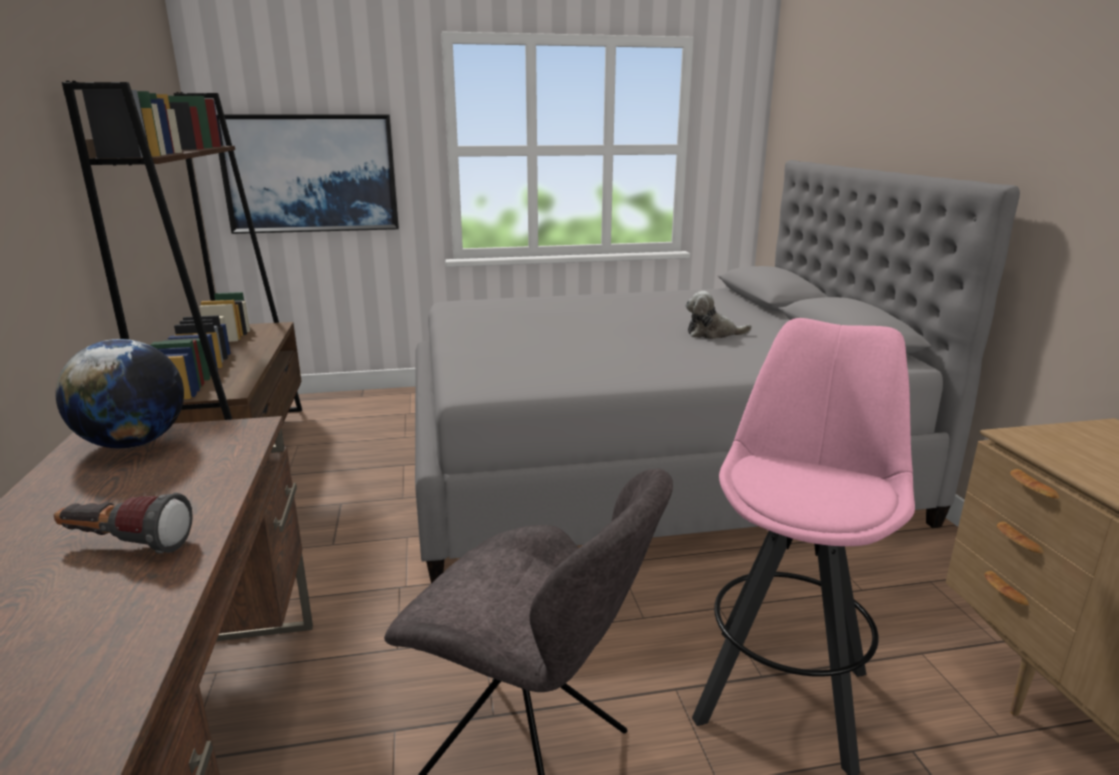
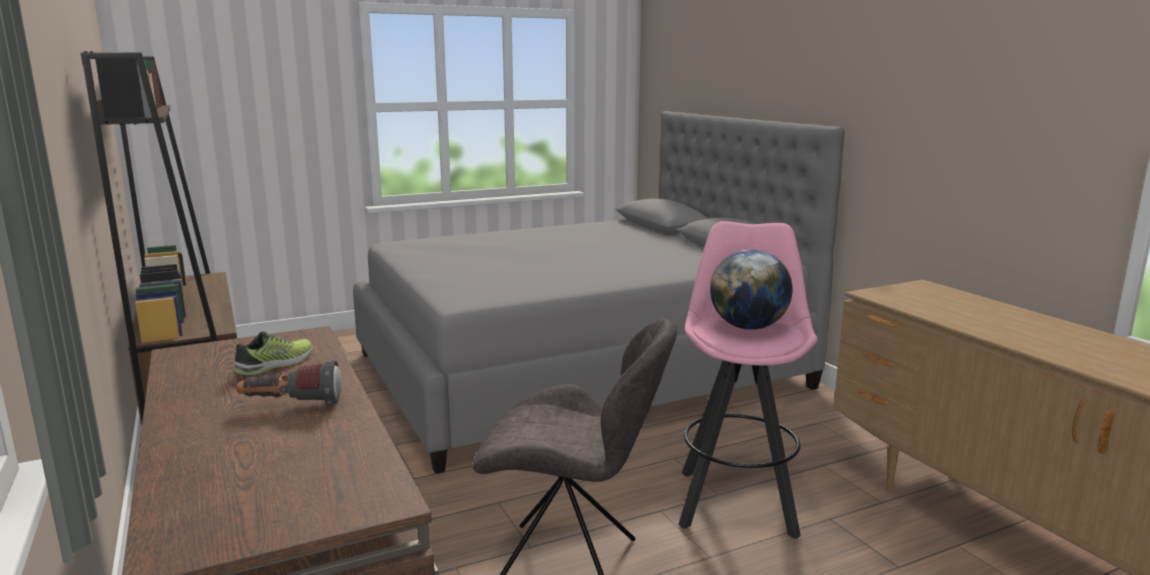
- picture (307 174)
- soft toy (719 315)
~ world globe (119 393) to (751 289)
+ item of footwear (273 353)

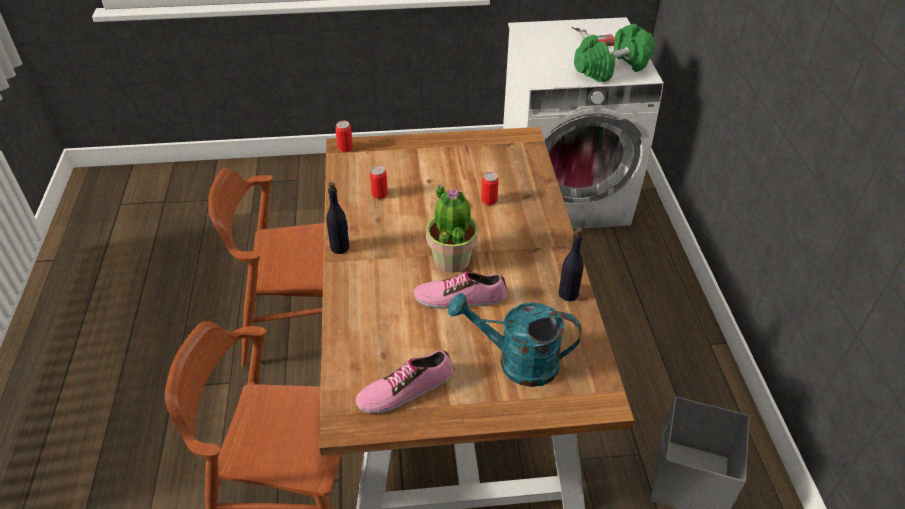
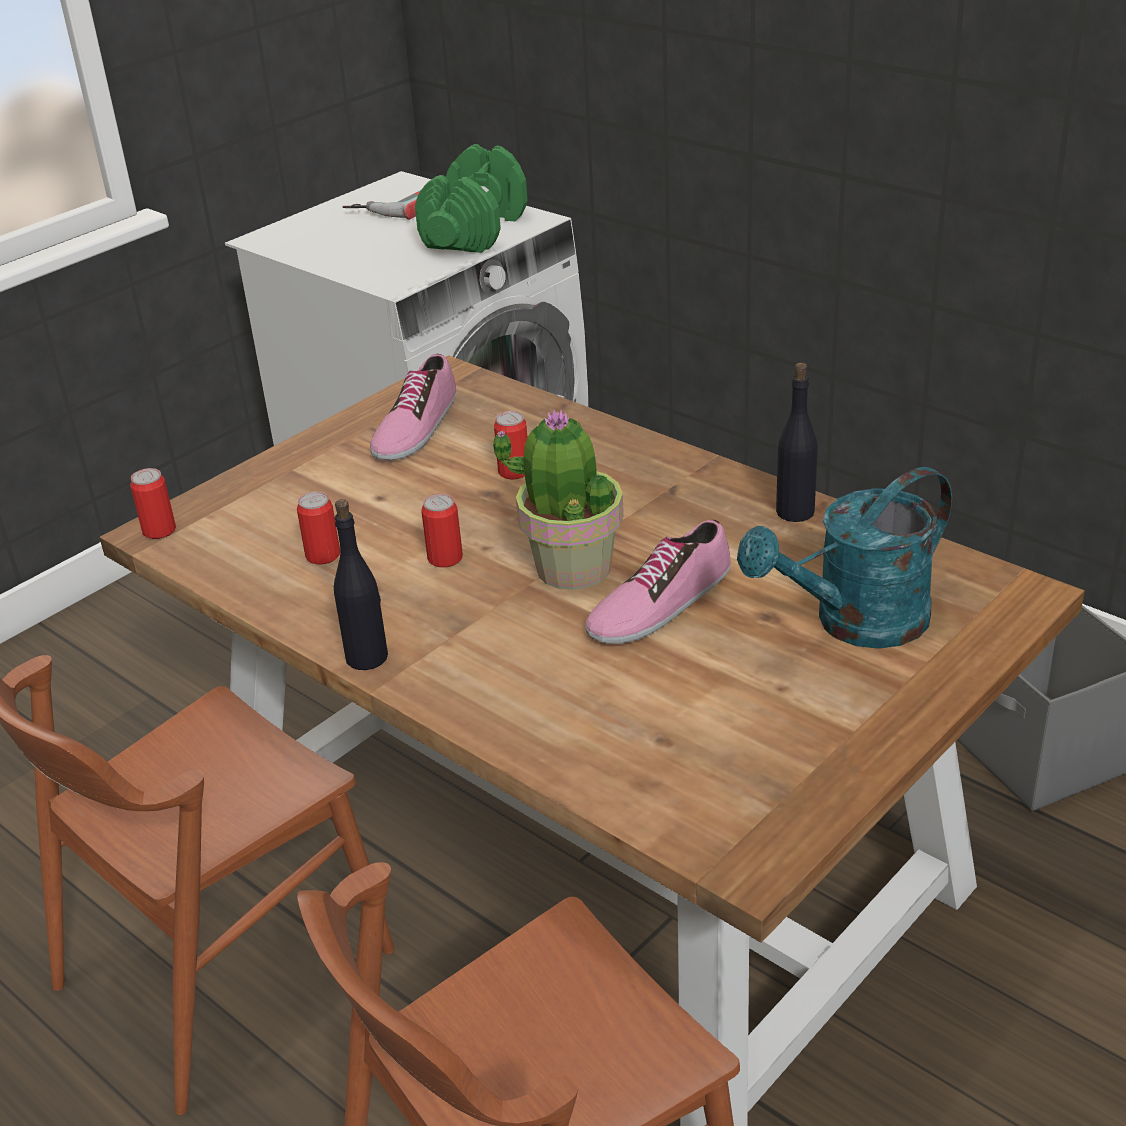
~ item of footwear (404 381) to (413 407)
+ metal can (442 530)

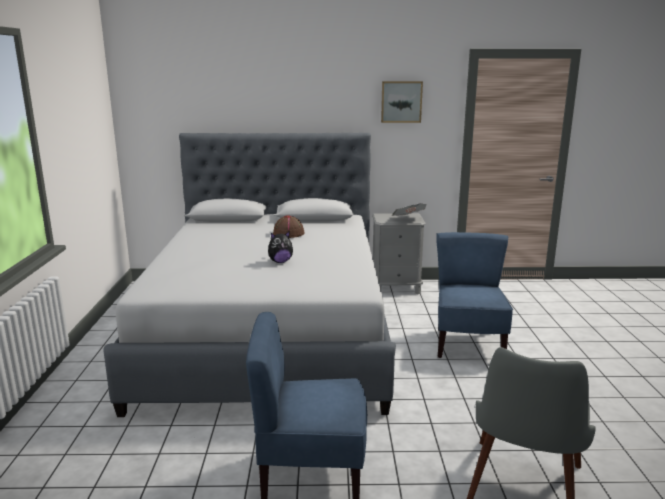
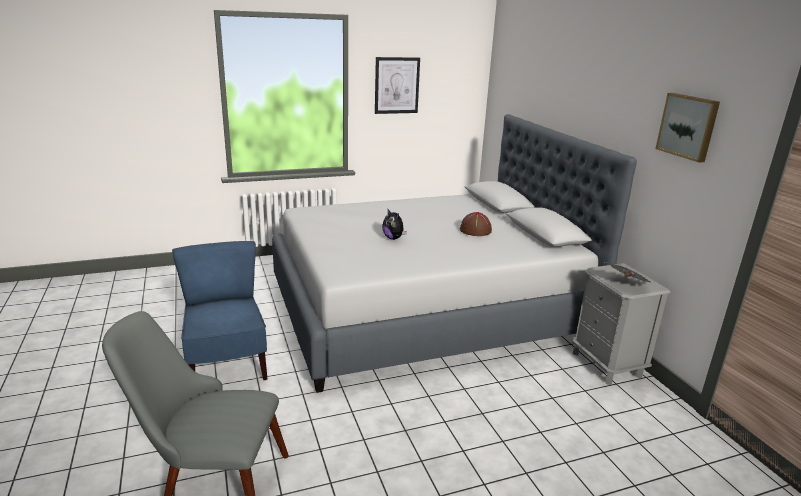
- plain chair (blue-coloured) (474 295)
+ picture (397 85)

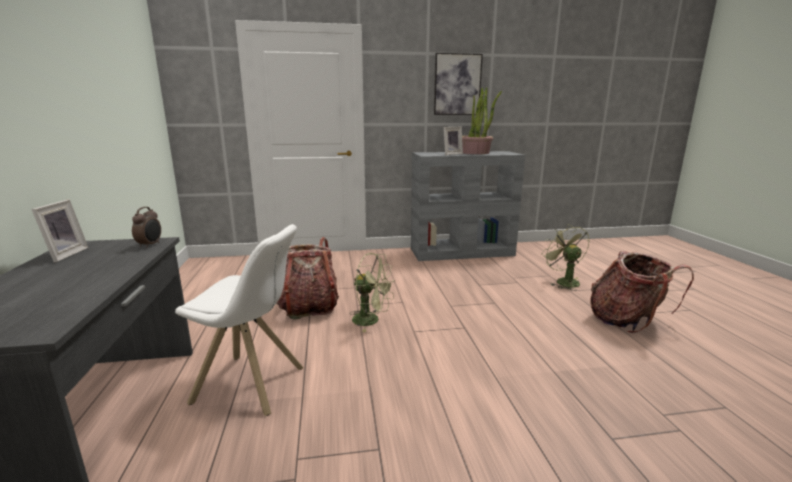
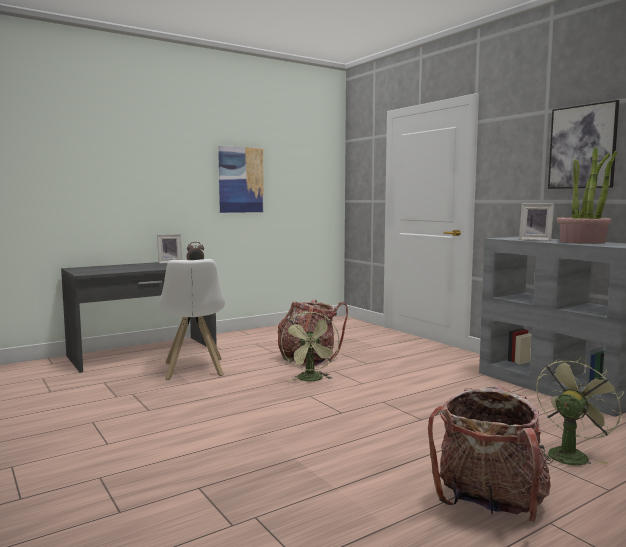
+ picture (241 179)

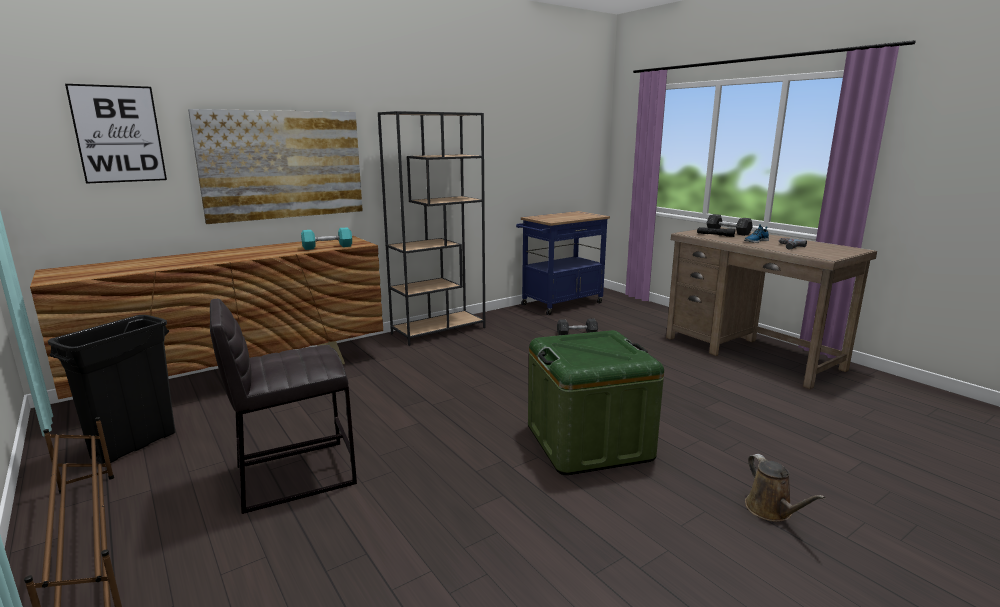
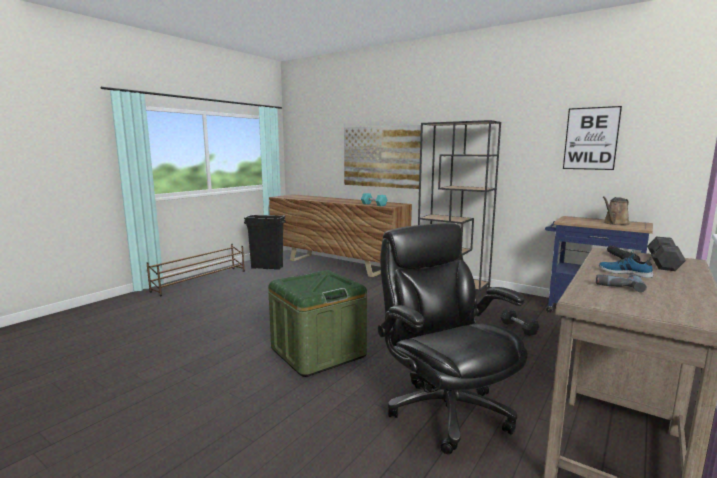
~ picture (116 134) to (592 138)
- stool seat (gray) (283 406)
~ watering can (brown) (785 488) to (616 210)
+ computer chair (blackish) (453 338)

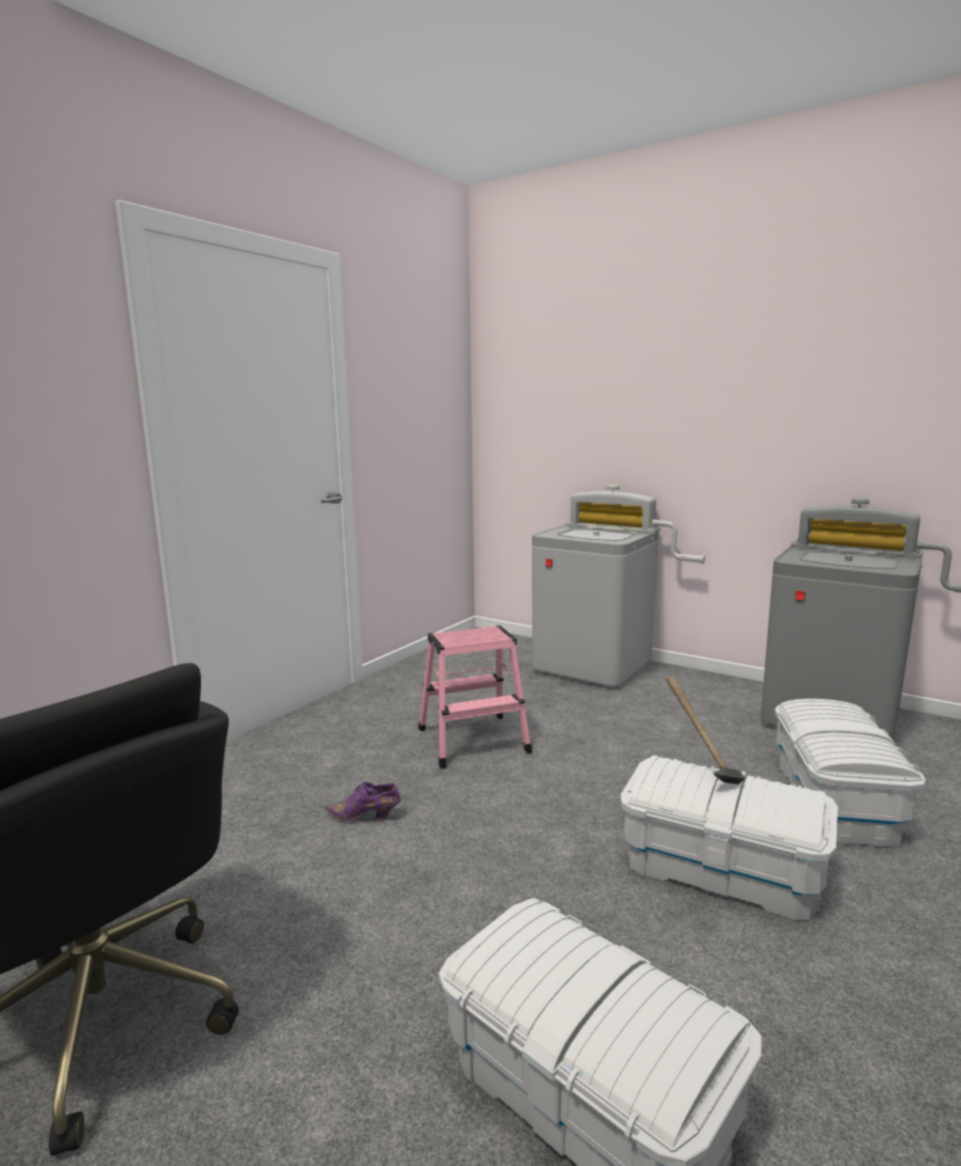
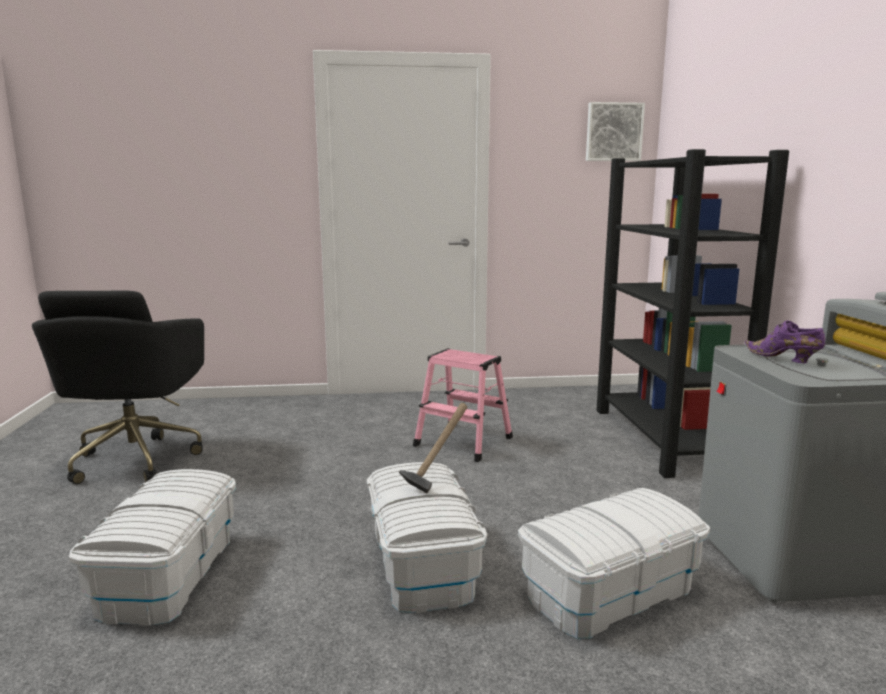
~ washing machine (gray) (618 586) to bookshelf (blackish) (692 313)
~ item of footwear (purple-coloured) (363 801) to (785 342)
+ picture (615 131)

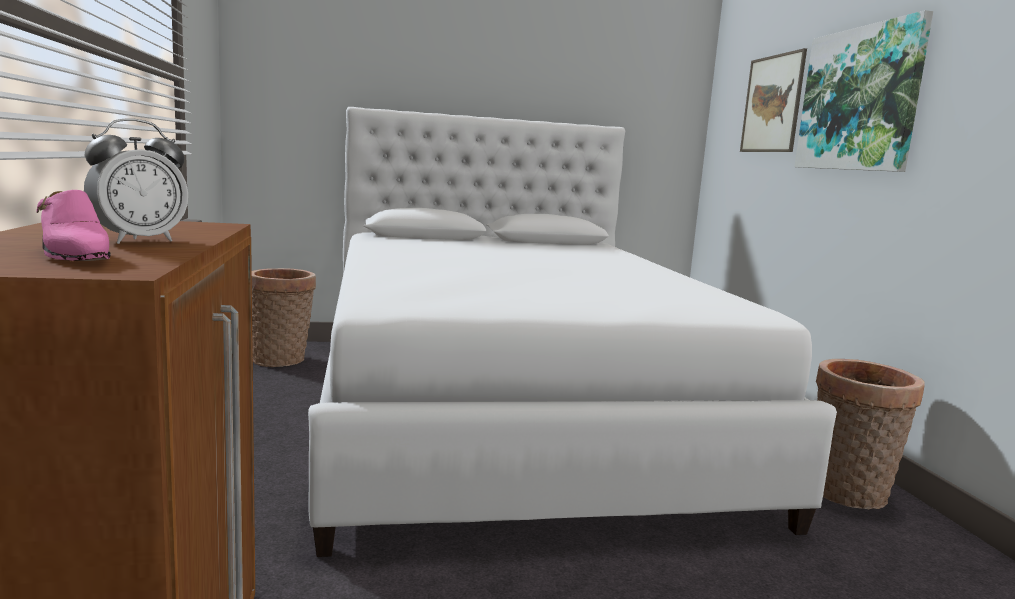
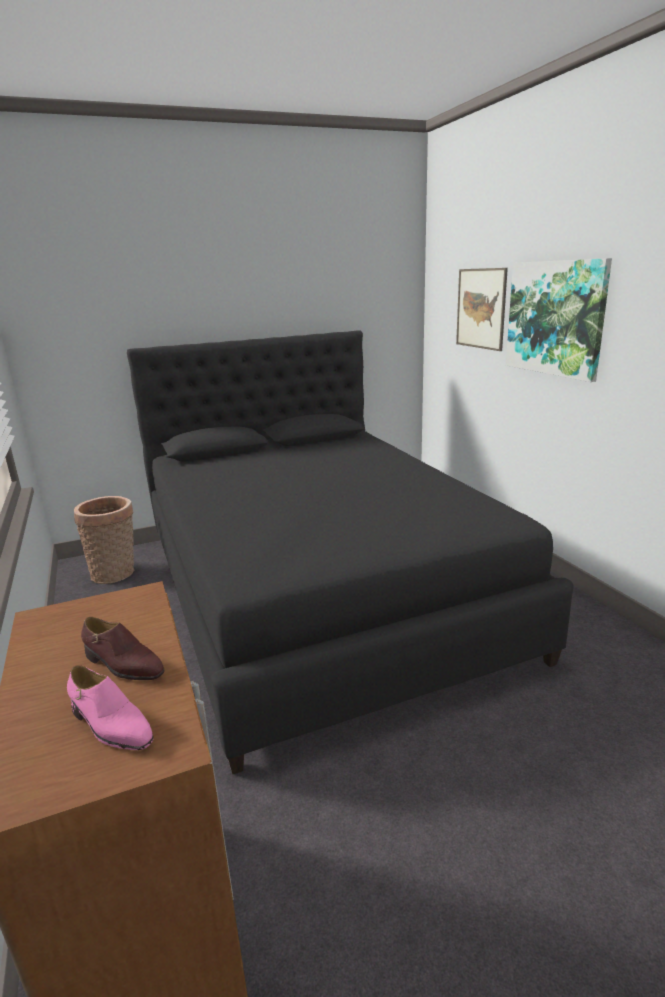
~ bed (white) (572 332) to bed (blackish) (350 552)
~ bedside clock (136 181) to item of footwear (brown) (123 648)
- household basket (870 434)

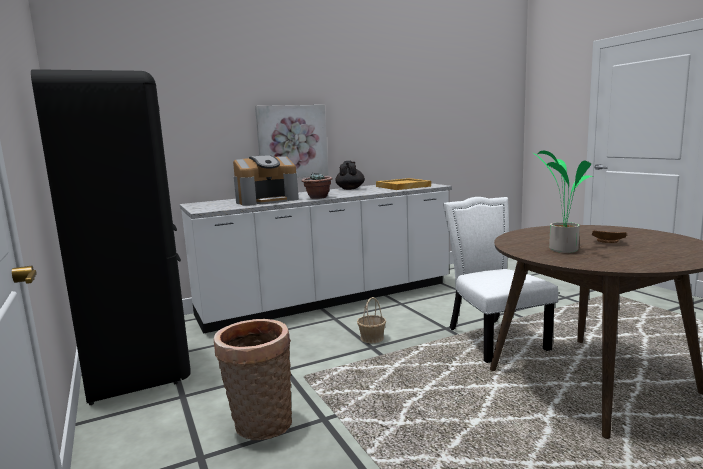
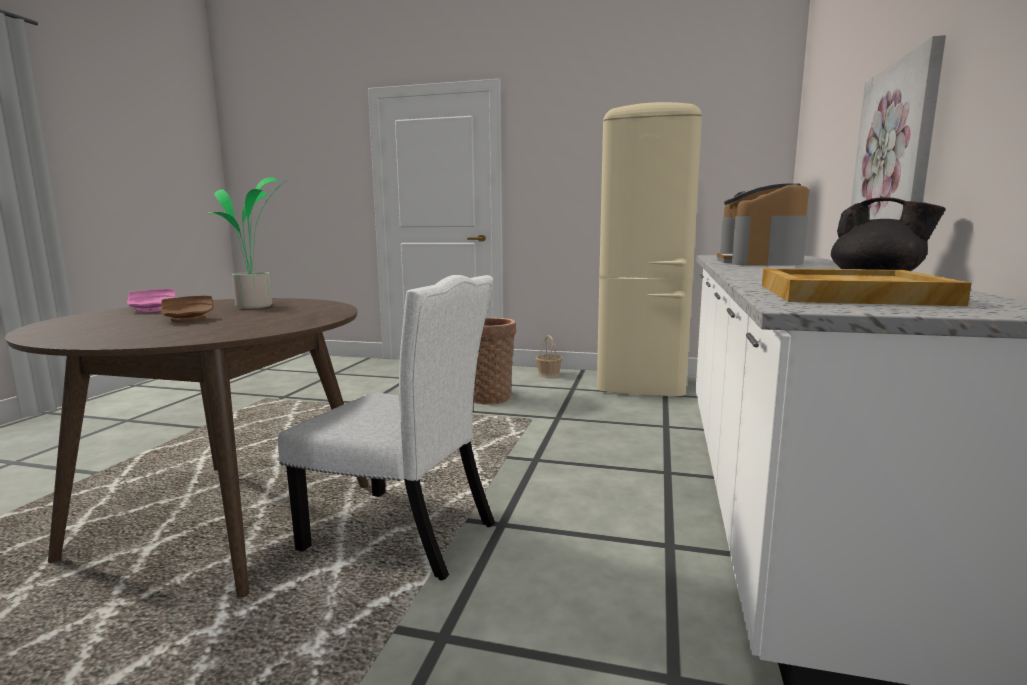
~ fridge (blackish) (111 237) to fridge (beige-coloured) (649 249)
- plant in a pot (317 186)
~ household basket (371 320) to (549 356)
+ plate (pink) (151 300)

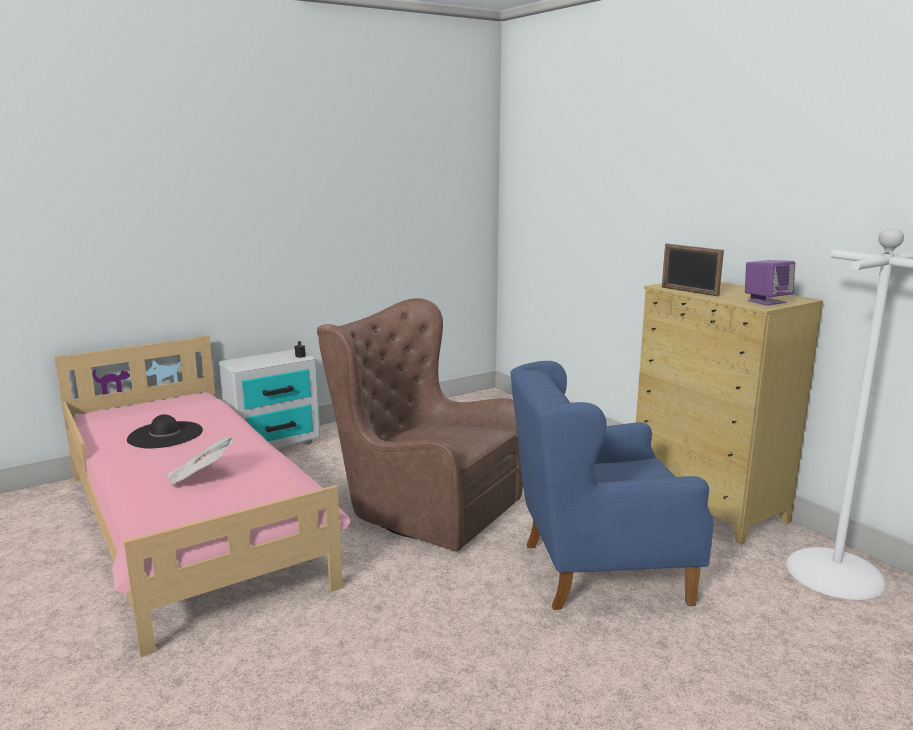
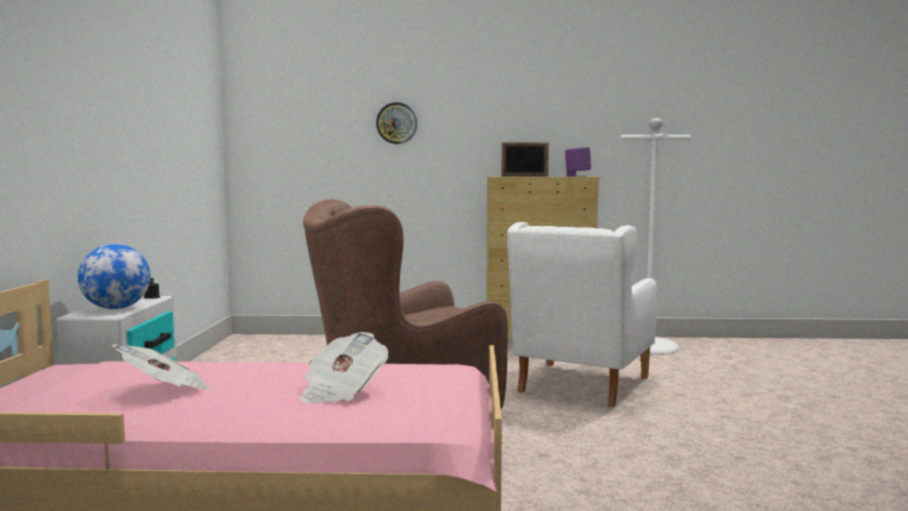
~ lounge chair (blue-coloured) (611 485) to lounge chair (white) (582 314)
~ clothing hat (blackish) (165 431) to newspaper (161 367)
+ hanging clock (396 123)
+ world globe (114 276)

